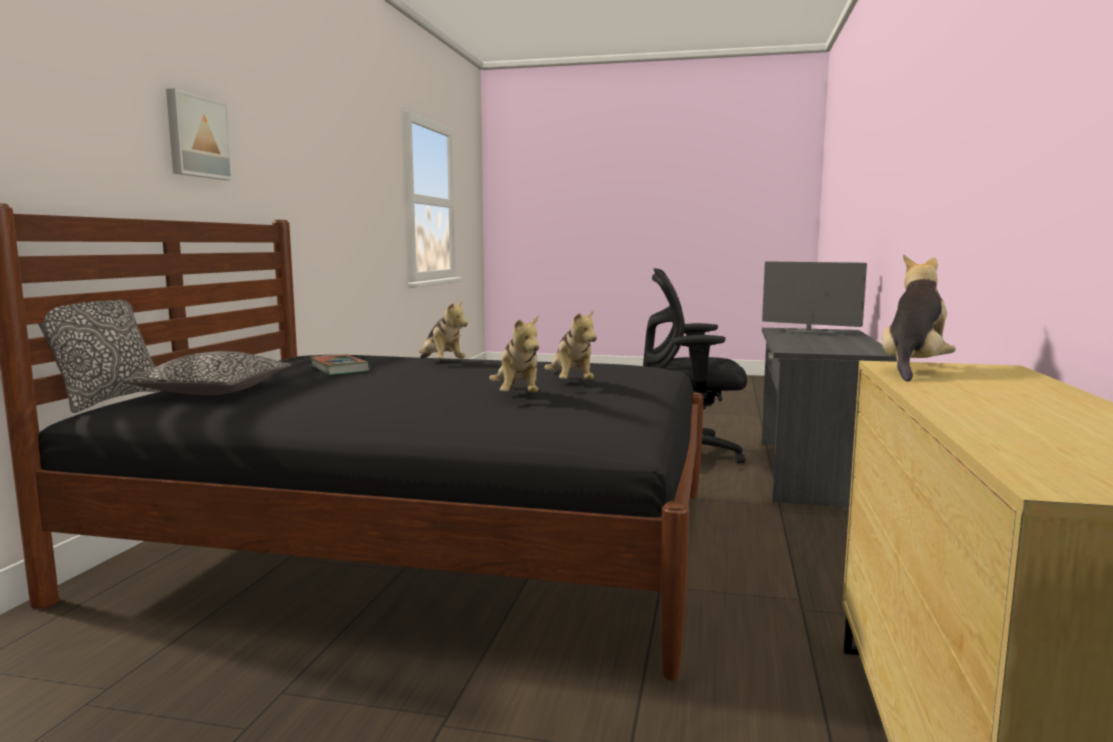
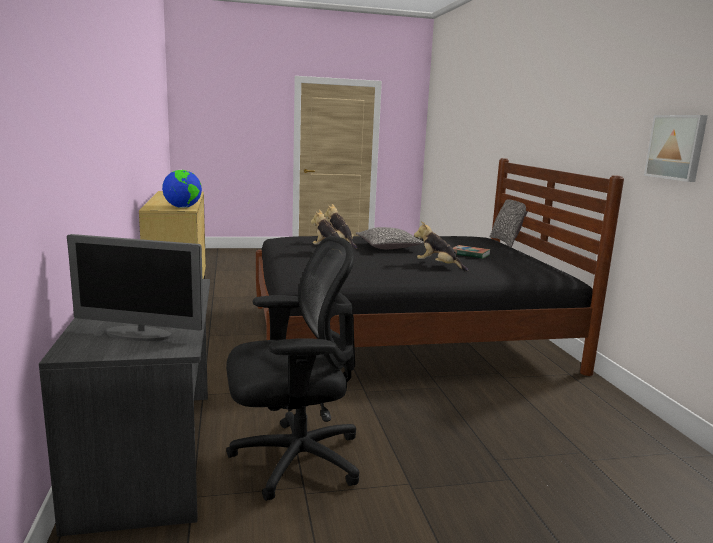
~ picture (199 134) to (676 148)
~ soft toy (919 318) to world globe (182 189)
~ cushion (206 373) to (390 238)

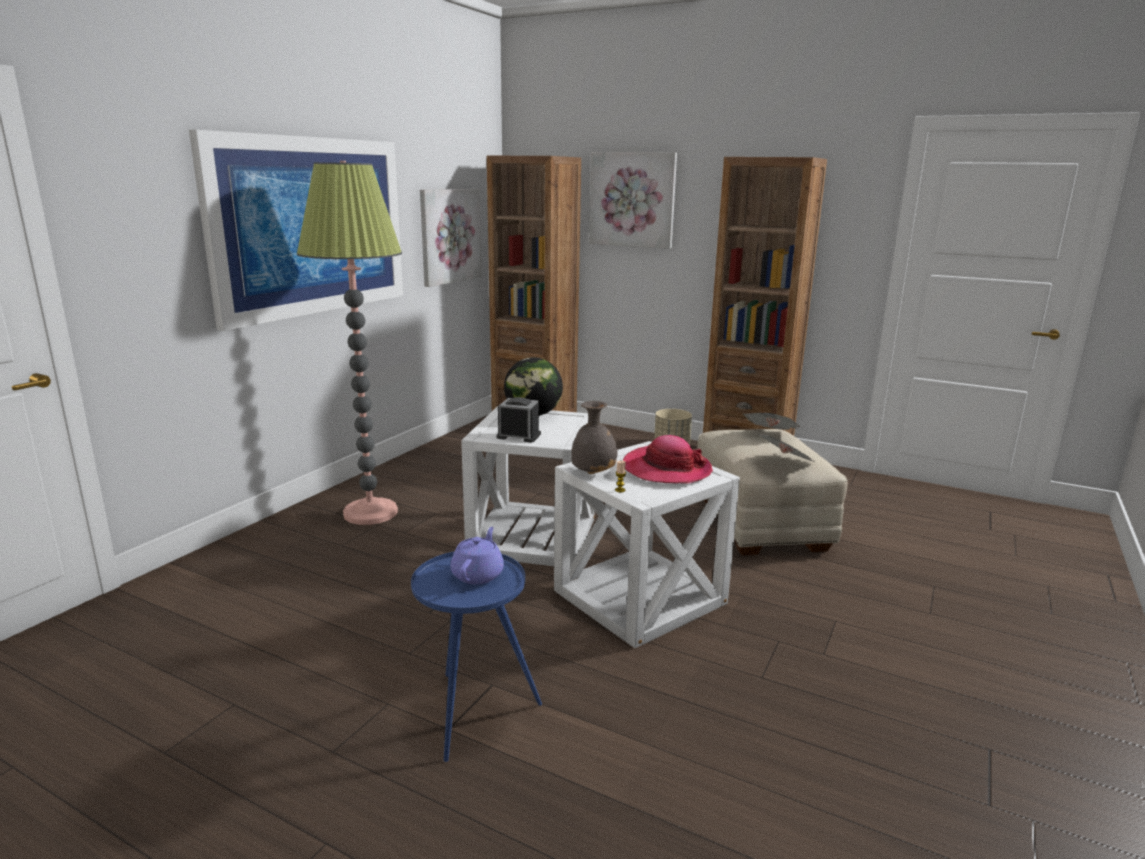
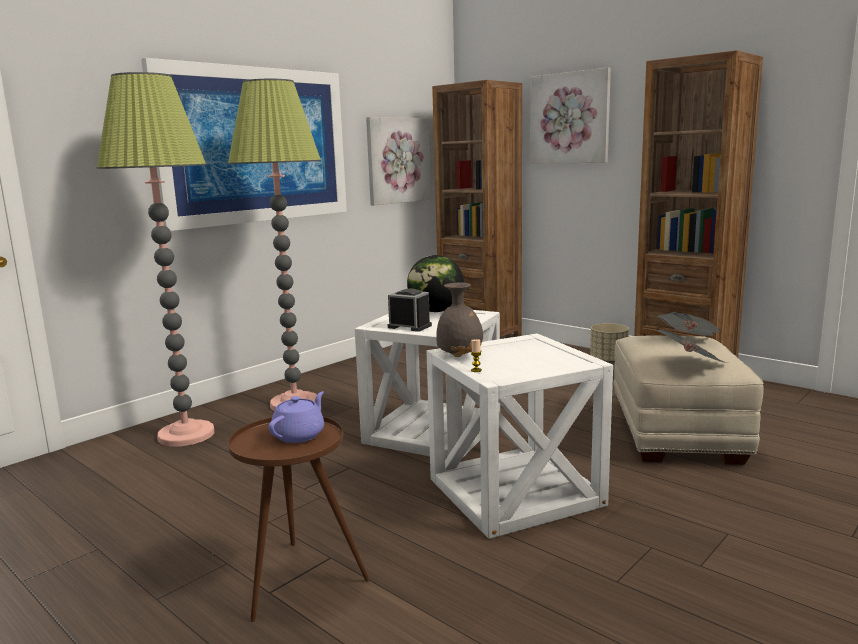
- clothing hat (668 459)
~ side table (blue-coloured) (476 656) to side table (brown) (299 519)
+ standing lamp (155 259)

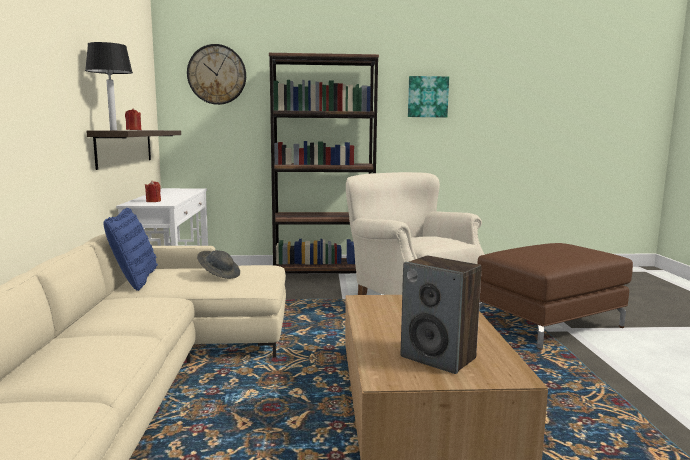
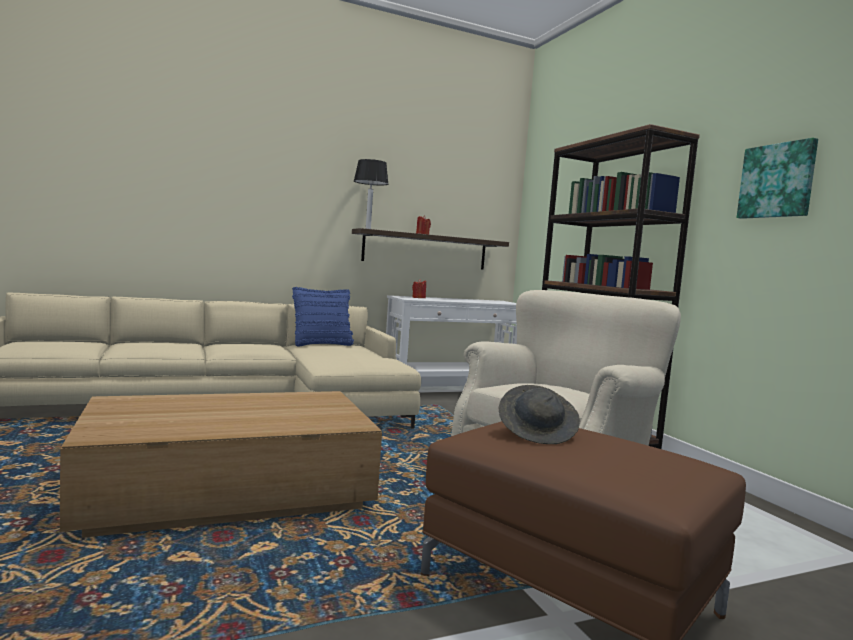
- hanging clock (216 74)
~ clothing hat (gray) (218 264) to (539 414)
- audio speaker (441 314)

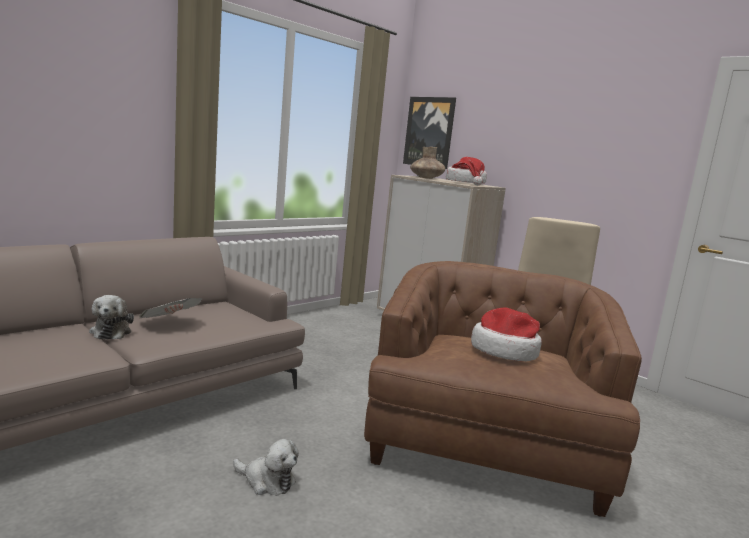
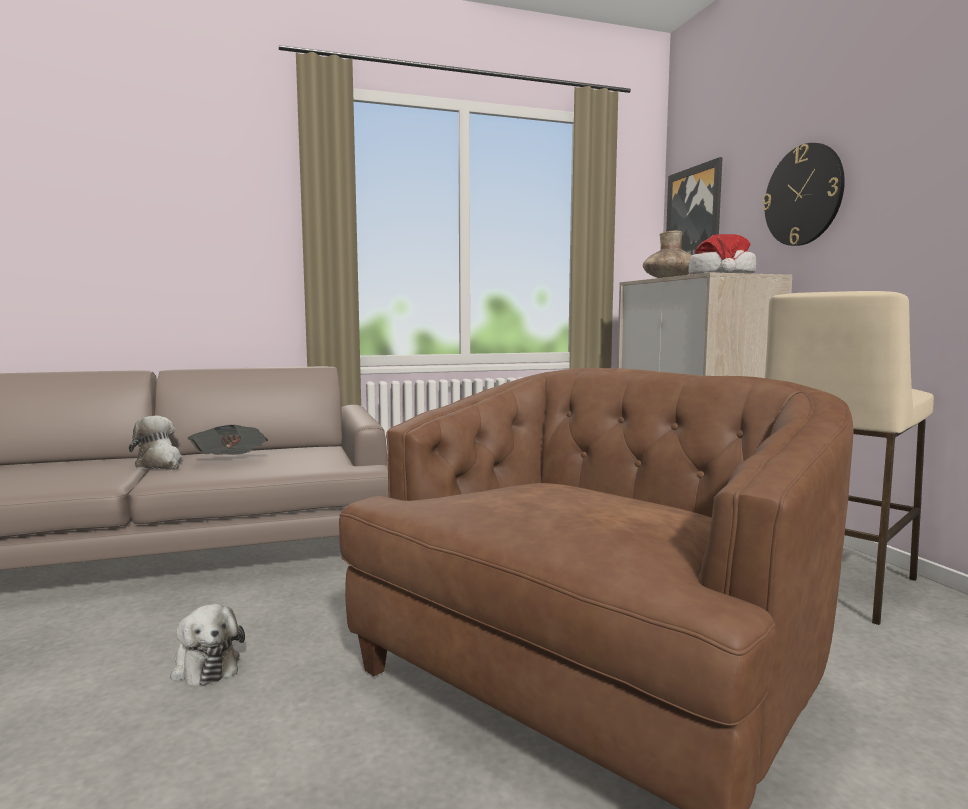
~ soft toy (111 317) = (156 443) 120 degrees clockwise
- clothing hat (506 334)
+ hanging clock (803 194)

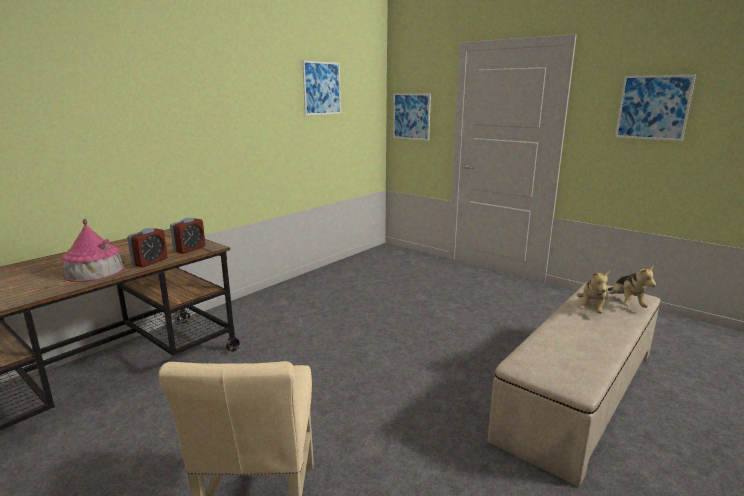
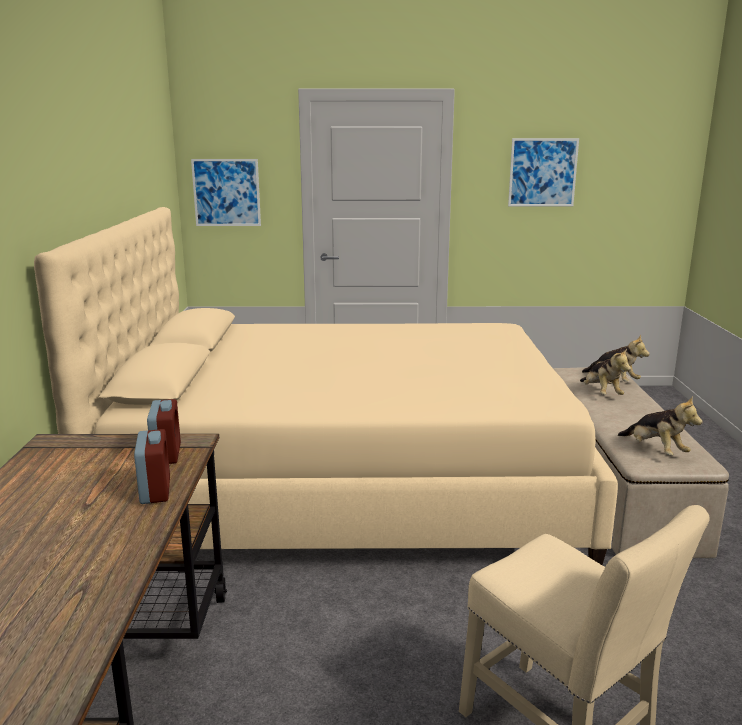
- picture (321 88)
- model house (93 250)
+ bed (beige-coloured) (326 386)
+ soft toy (660 425)

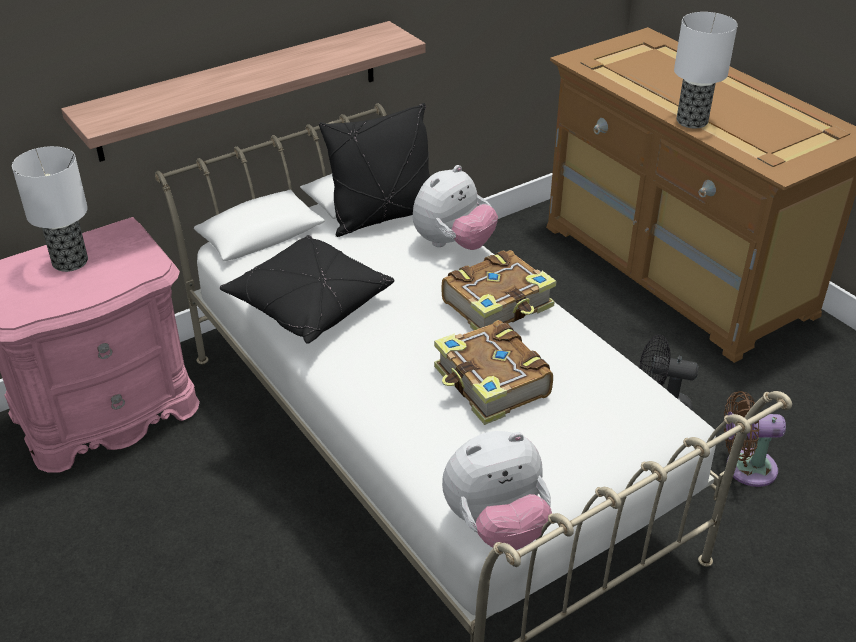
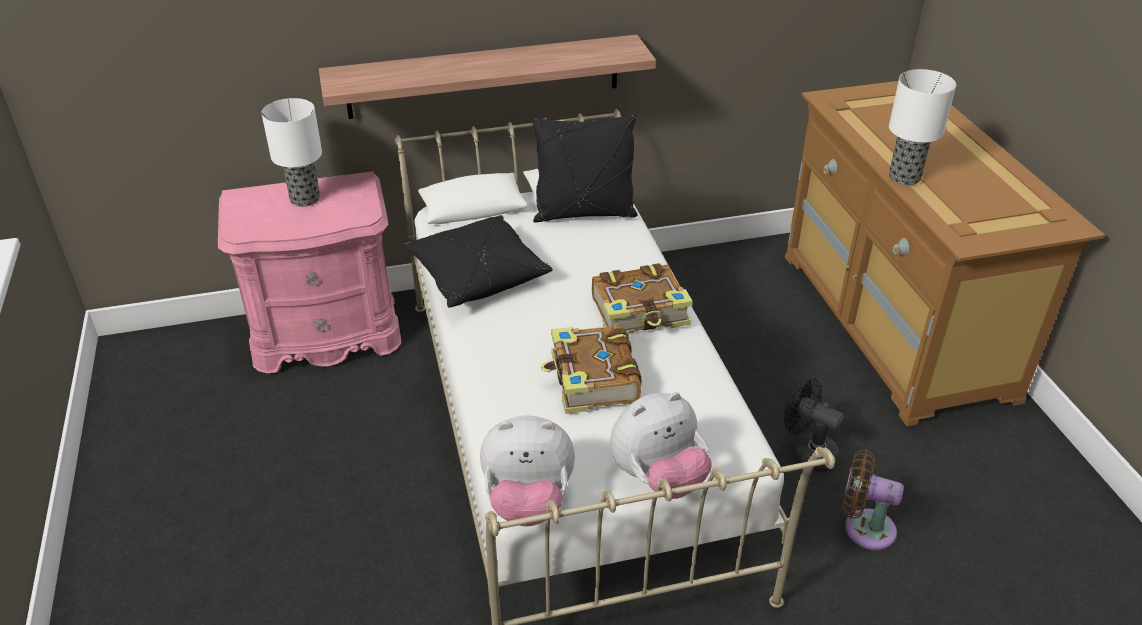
~ soft toy (455 207) to (661 445)

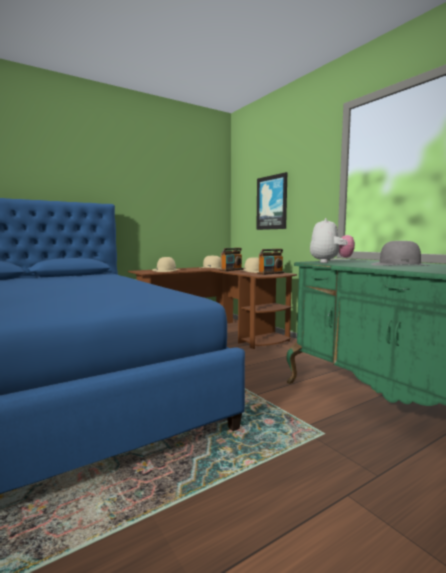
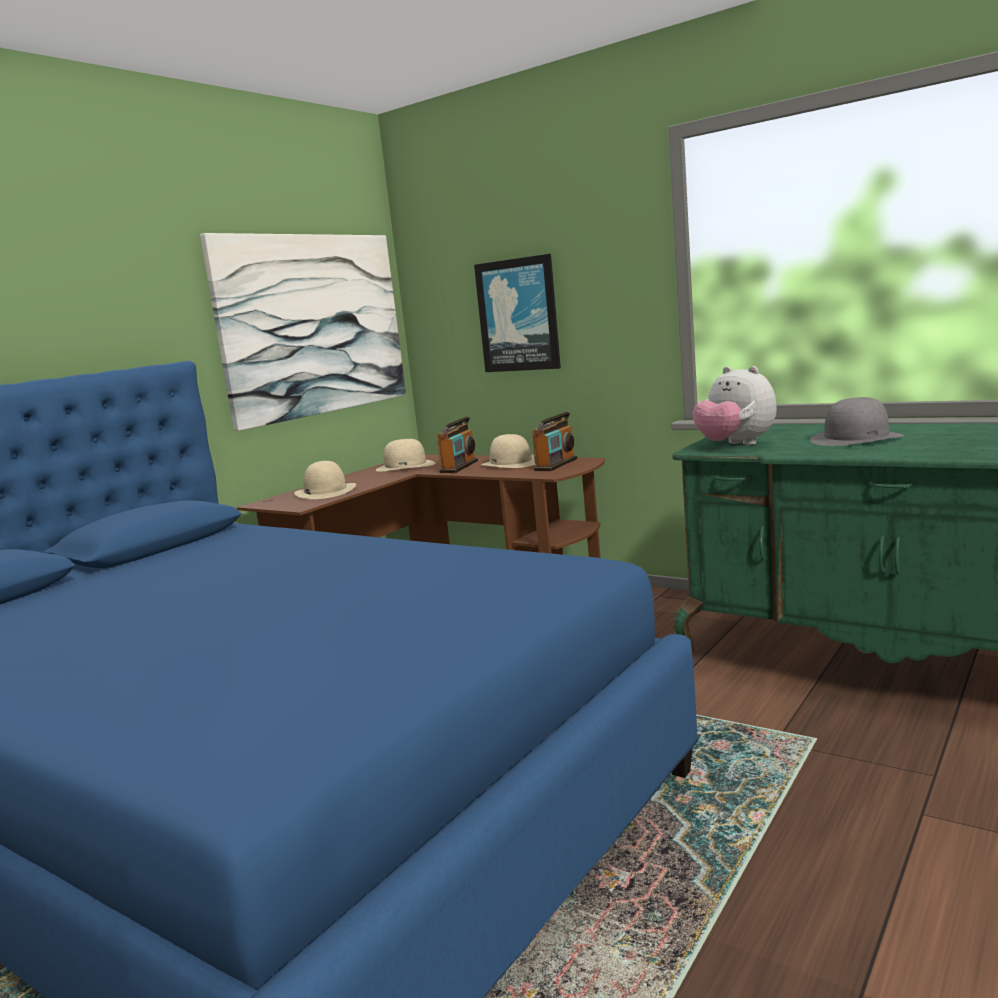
~ soft toy (332 240) = (735 405) 150 degrees clockwise
+ picture (303 332)

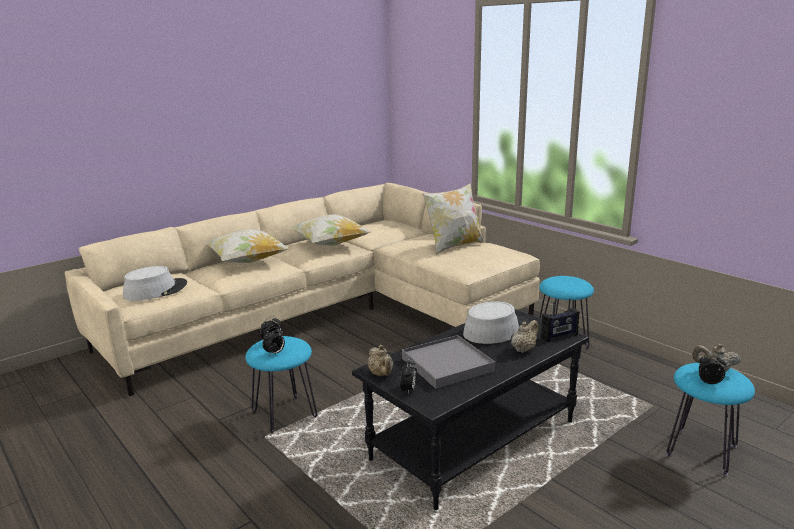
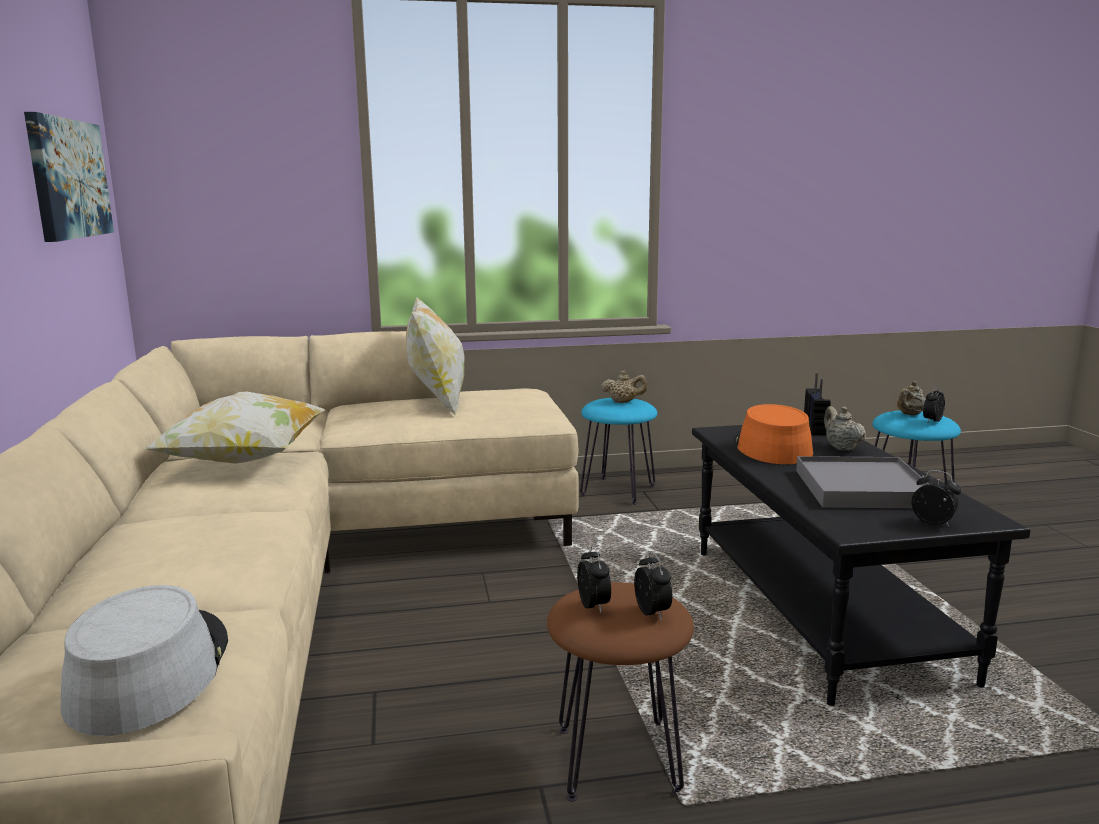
- cushion (247 246)
~ clothing hat (gray) (496 322) to clothing hat (orangey) (774 434)
~ stool seat (turquoise-coloured) (281 385) to stool seat (brown) (620 692)
~ pot for tea (beige-coloured) (380 360) to (624 386)
+ picture (69 177)

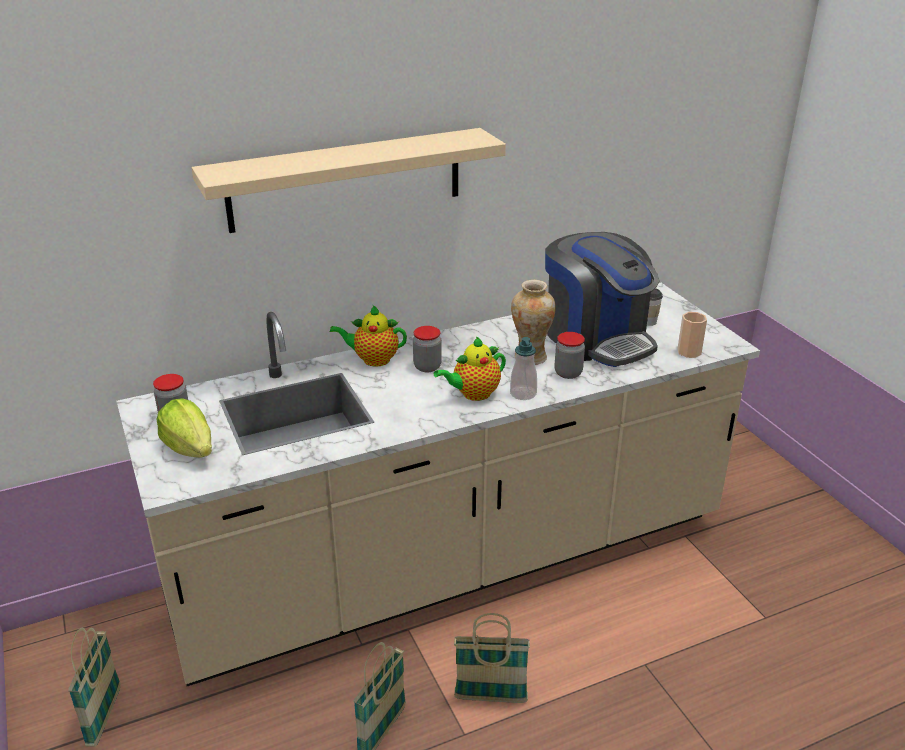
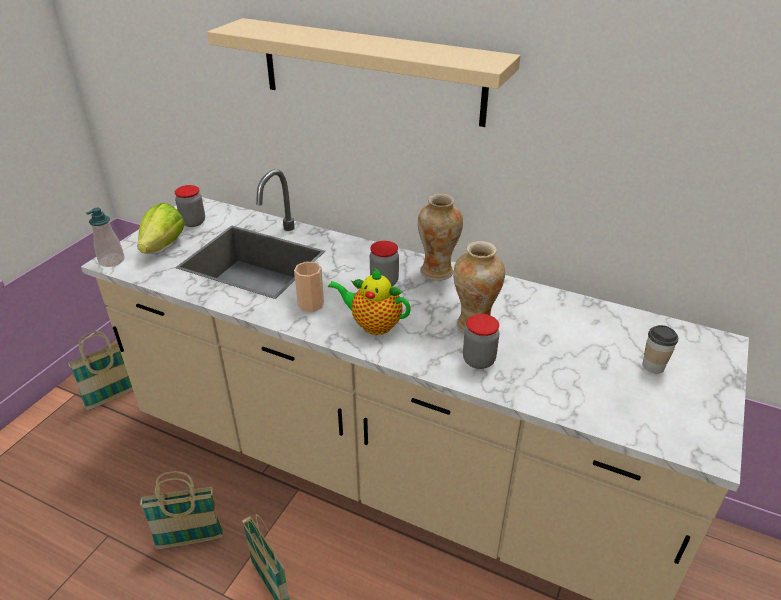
- coffee brewer (602 299)
- pot for tea (368 336)
~ cup (692 335) to (309 286)
~ soap bottle (523 368) to (105 237)
+ vase (440 237)

